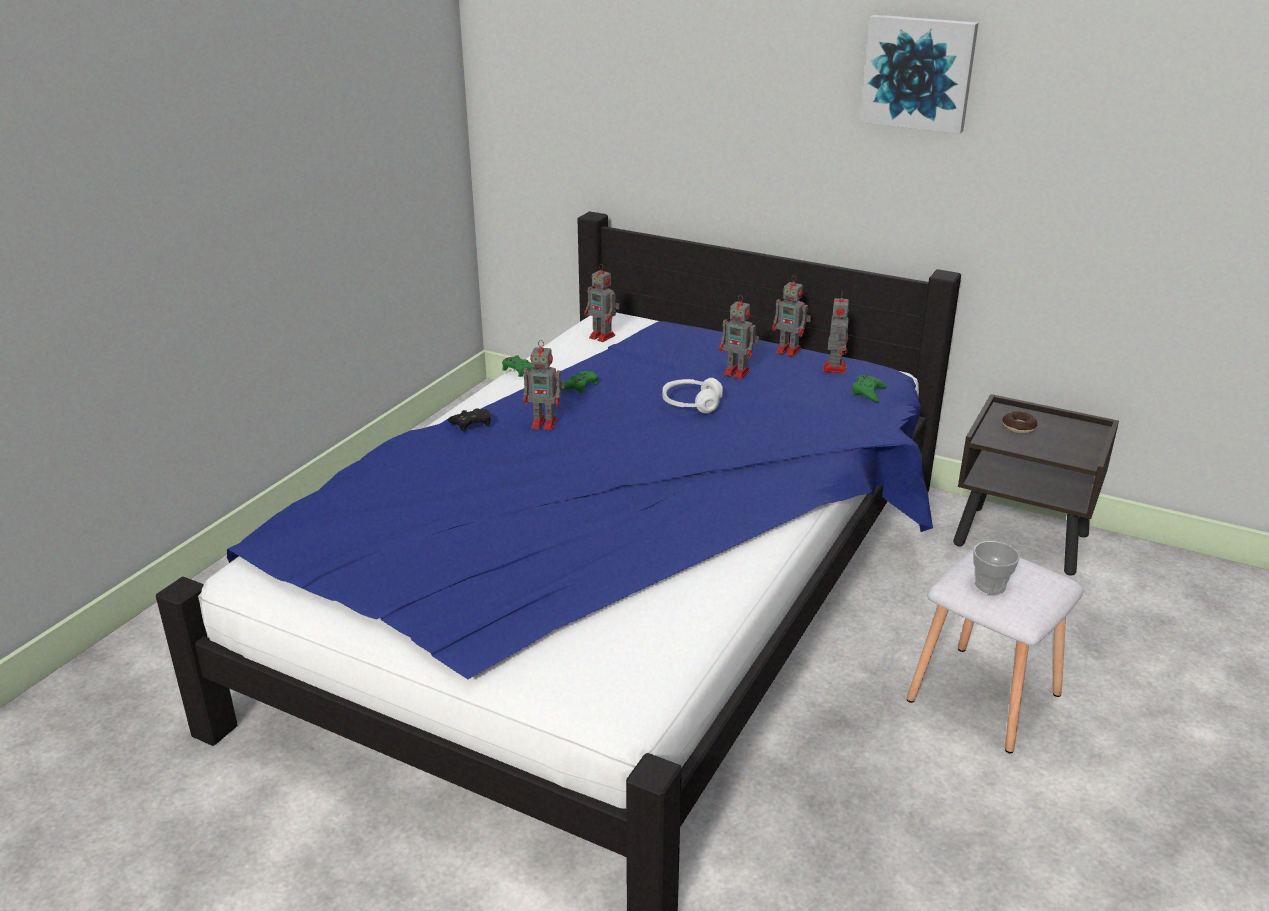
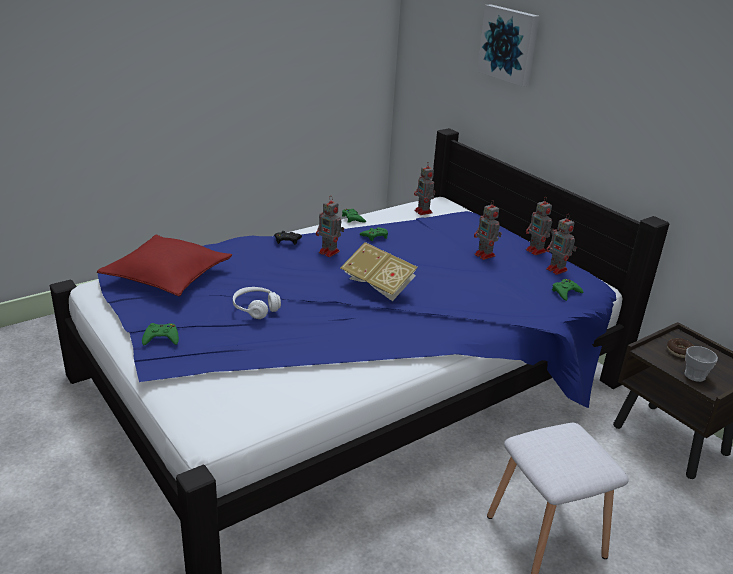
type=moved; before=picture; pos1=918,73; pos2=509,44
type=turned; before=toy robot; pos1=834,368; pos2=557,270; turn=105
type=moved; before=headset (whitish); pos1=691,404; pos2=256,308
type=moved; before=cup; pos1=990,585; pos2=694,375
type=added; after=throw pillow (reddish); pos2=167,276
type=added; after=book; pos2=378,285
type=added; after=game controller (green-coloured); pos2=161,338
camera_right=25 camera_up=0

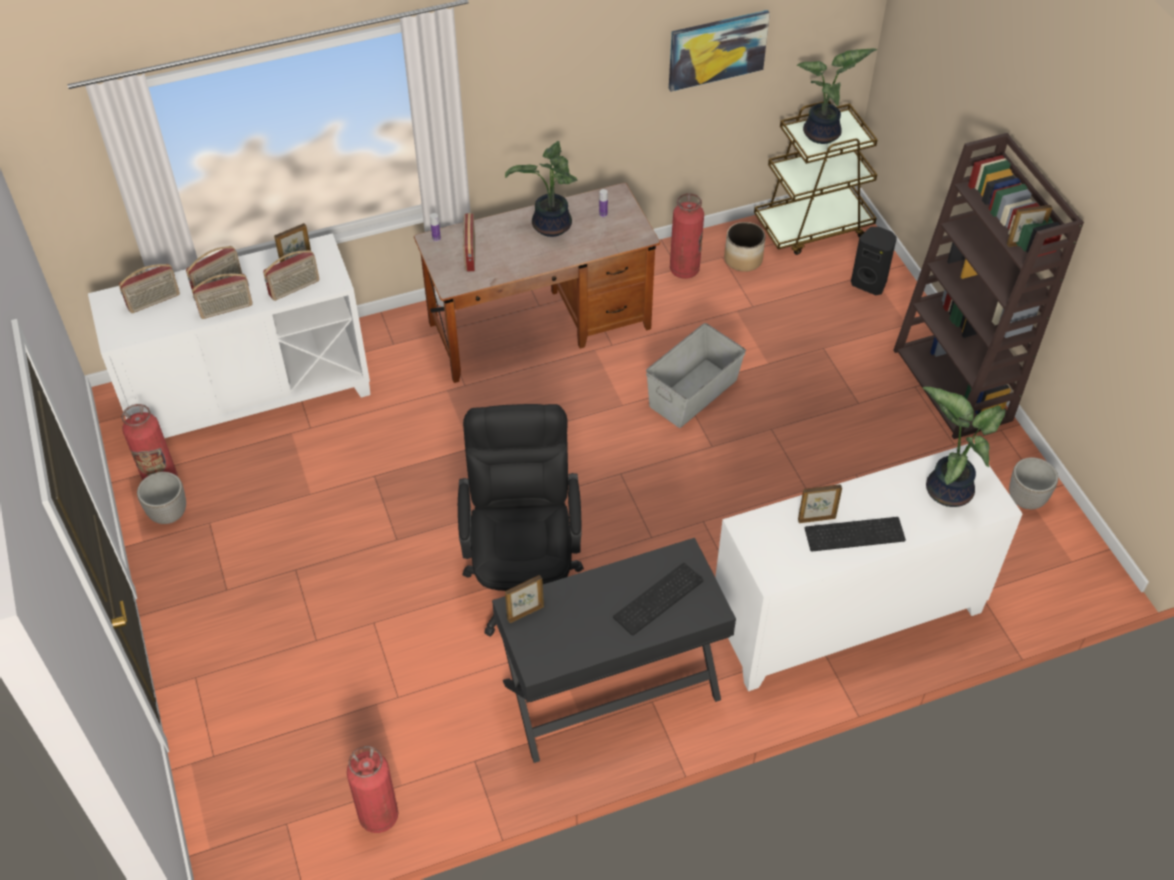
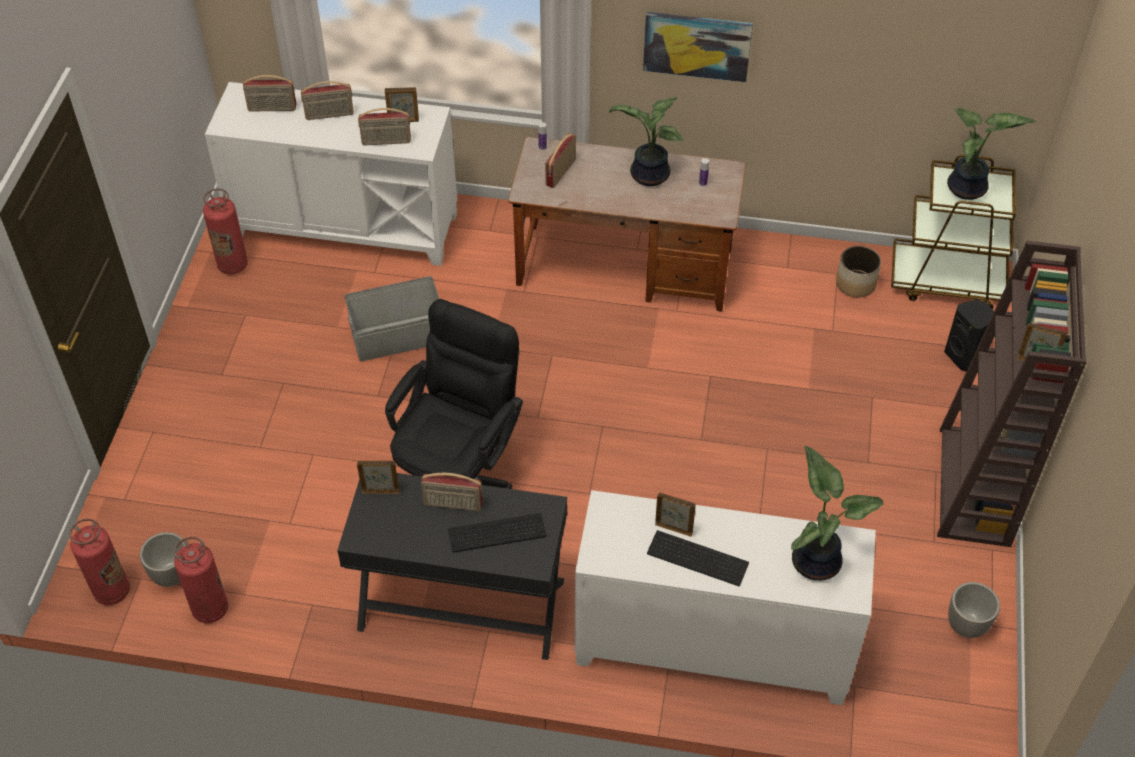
type=moved; before=picture; pos1=717,49; pos2=697,45
type=moved; before=extinguisher; pos1=684,270; pos2=112,591
type=moved; before=radio; pos1=226,309; pos2=453,504
type=moved; before=storage container (gray); pos1=694,393; pos2=398,337
type=moved; before=plant pot; pos1=169,514; pos2=172,576
camera_right=30 camera_up=0

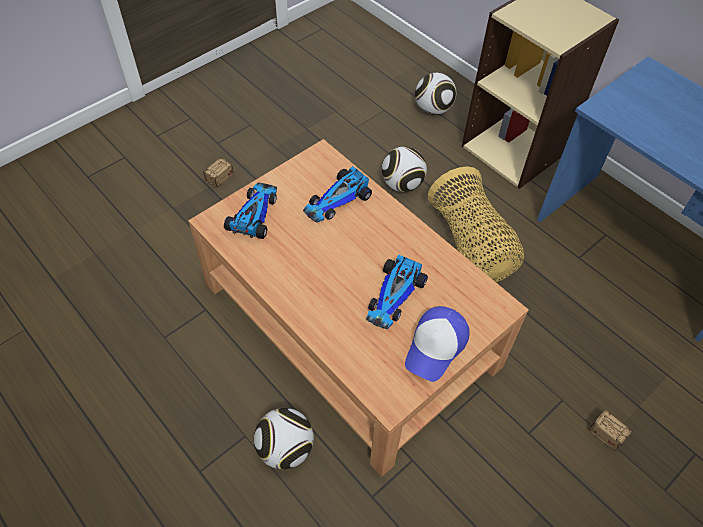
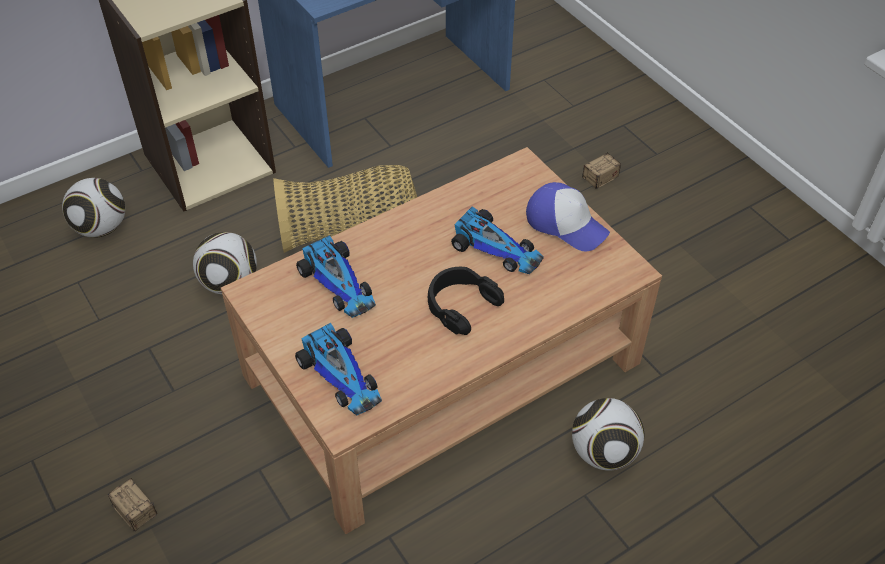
type=turned; before=miniature car; pos1=254,214; pos2=342,375; turn=-150
type=added; after=headset (black); pos2=461,305
camera_right=-80 camera_up=-5

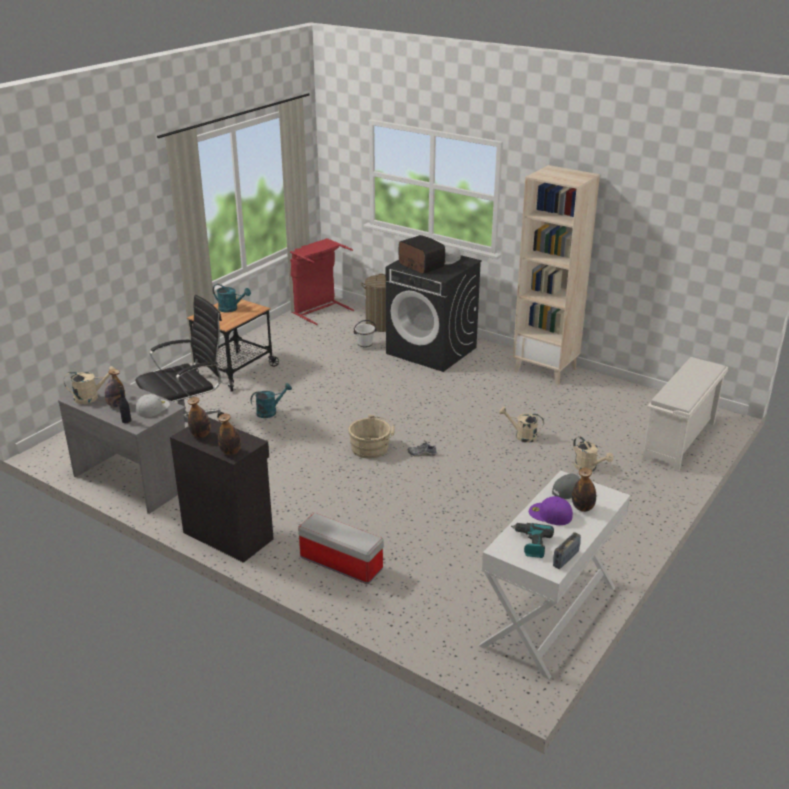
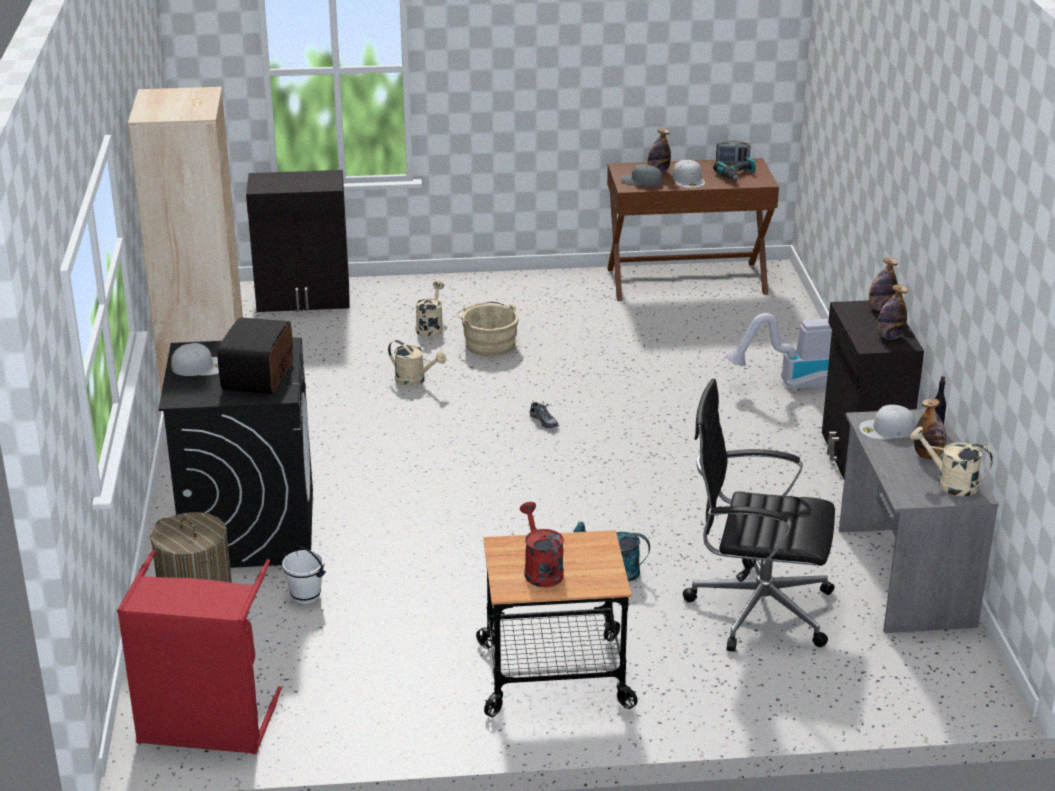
type=recoloured; before=sprinkling can (turquoise); after=sprinkling can (reddish); pos1=231,309; pos2=540,570
type=replaced; before=shoe rack (whitish); after=cupboard (black); pos1=679,441; pos2=304,300
type=turned; before=sprinkling can (beige); pos1=522,436; pos2=415,380; turn=-45
type=moved; before=water bucket (beige); pos1=372,448; pos2=488,343
type=recoloured; before=console table (whitish); after=console table (brown); pos1=550,616; pos2=686,281
type=recoloured; before=baseball cap (purple); after=baseball cap (whitish); pos1=549,514; pos2=688,179
type=replaced; before=storage container; after=vacuum; pos1=340,563; pos2=789,384
camera_right=-130 camera_up=0

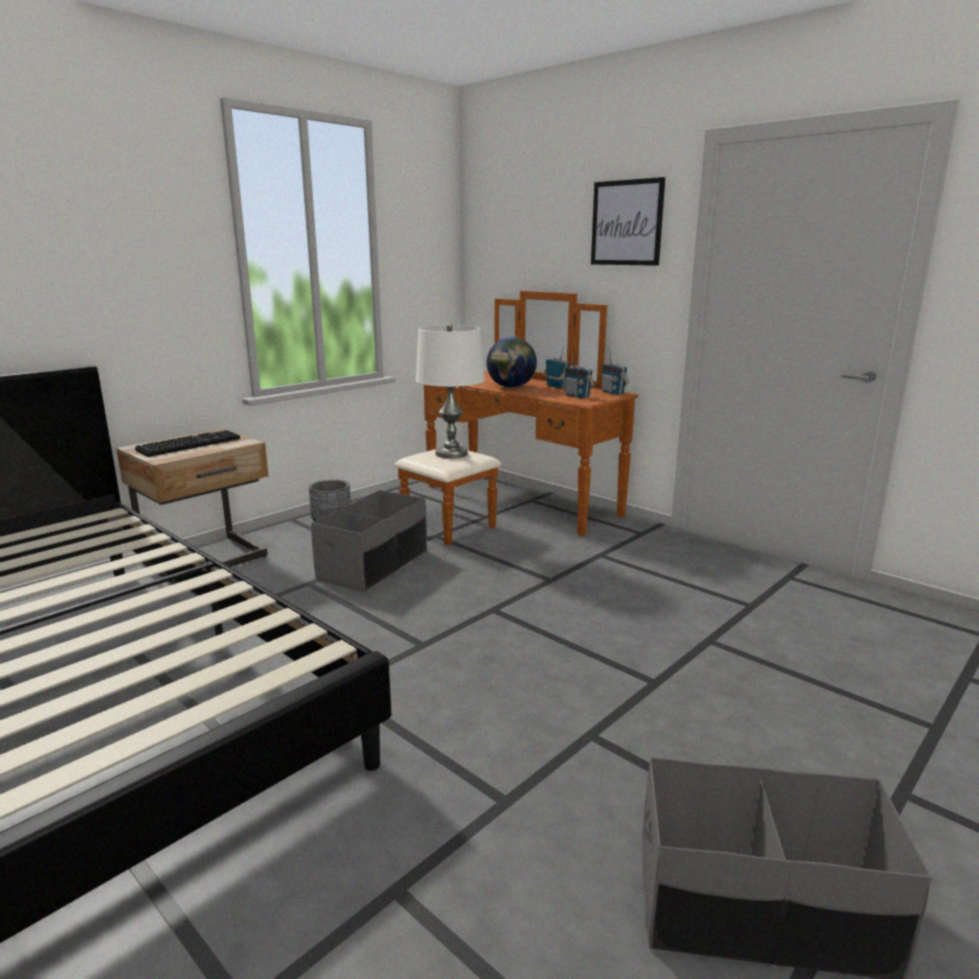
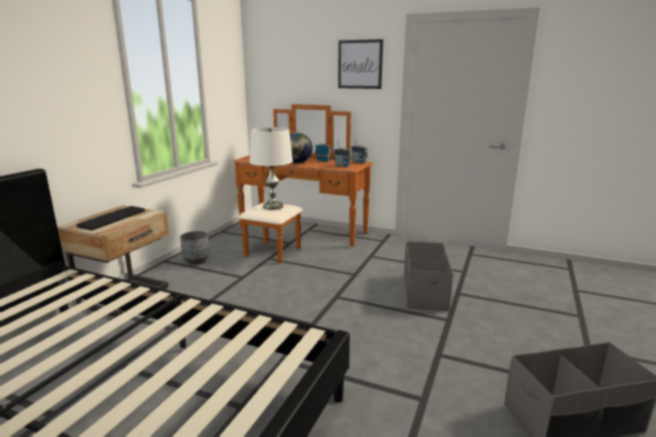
type=moved; before=storage container (gray); pos1=374,565; pos2=425,291
camera_right=-20 camera_up=0

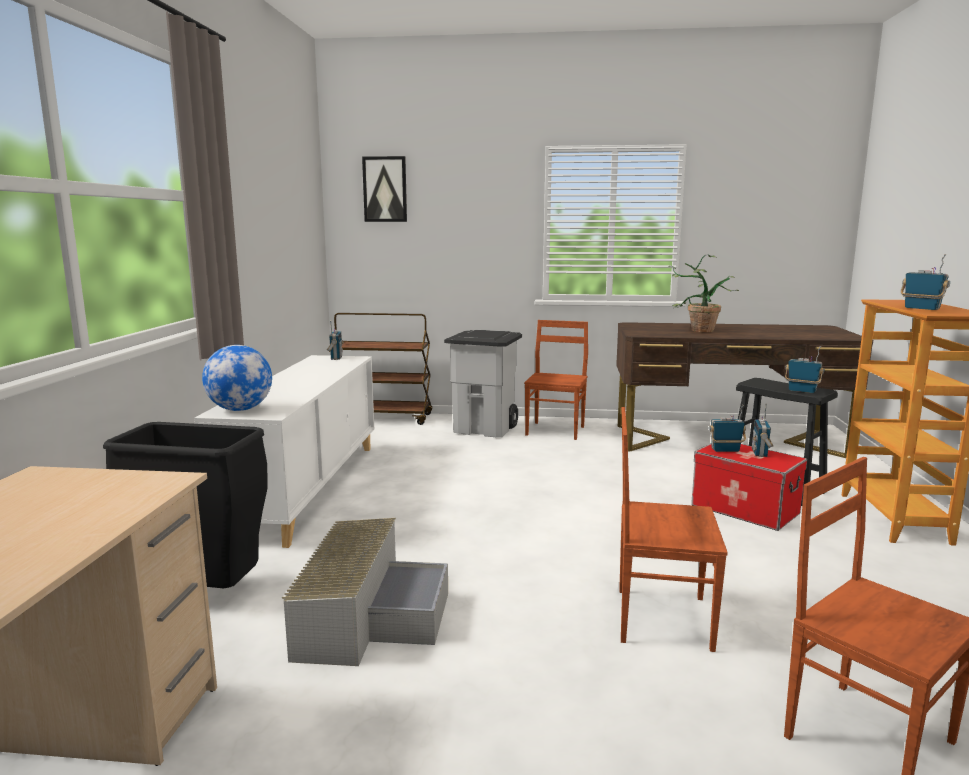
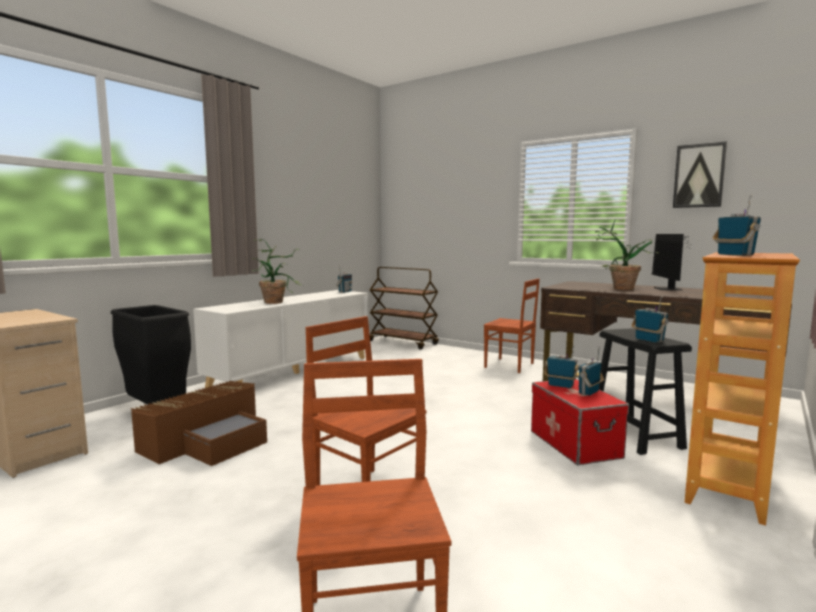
type=moved; before=picture; pos1=385,189; pos2=699,176
type=turned; before=plain chair (brown); pos1=556,430; pos2=509,366; turn=75
type=removed; before=trash can (gray); pos1=486,429
type=removed; before=desk globe; pos1=240,409
type=recoloured; before=storage container (gray); after=storage container (brown); pos1=368,614; pos2=209,441
type=added; after=monitor; pos2=668,289
type=added; after=potted plant; pos2=277,301
camera_right=30 camera_up=-5

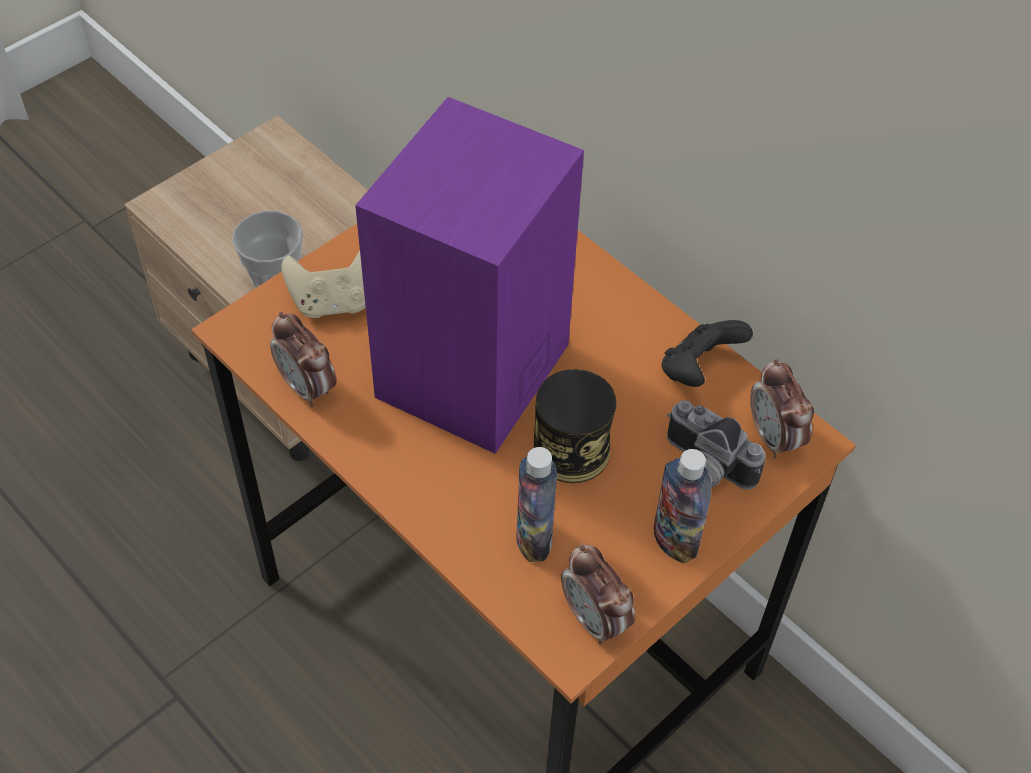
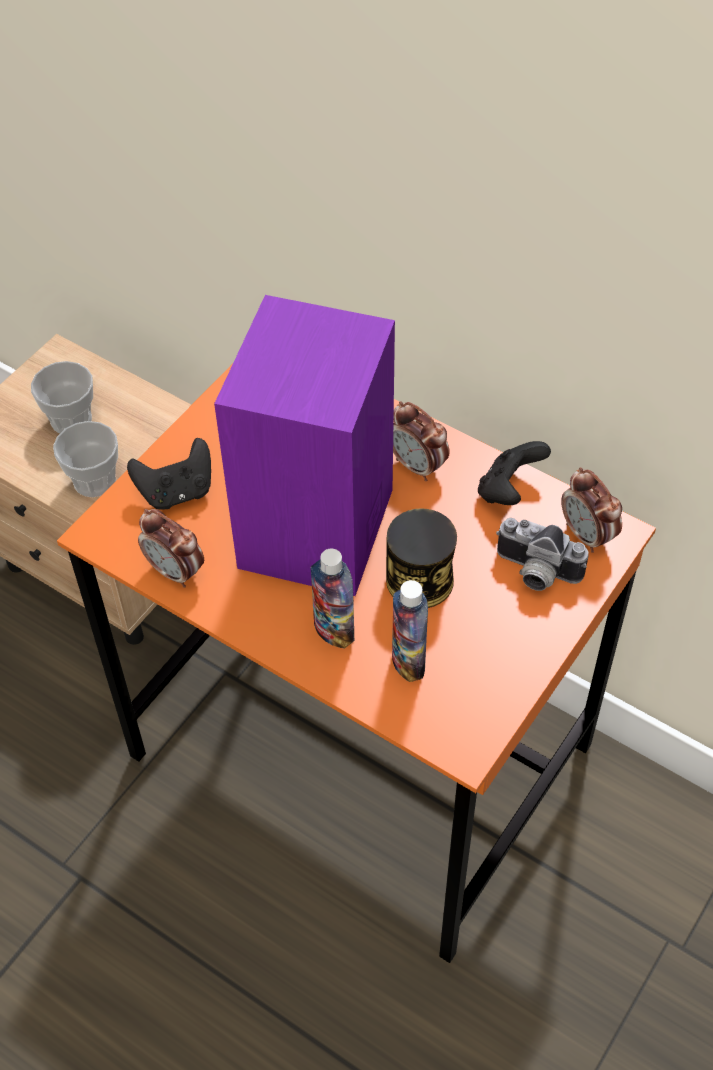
type=recoloured; before=game controller (beige); after=game controller (black); pos1=333,302; pos2=176,492
type=moved; before=bottle; pos1=675,540; pos2=334,631
type=moved; before=alarm clock; pos1=595,619; pos2=417,466
type=added; after=cup; pos2=71,420
camera_right=-10 camera_up=0

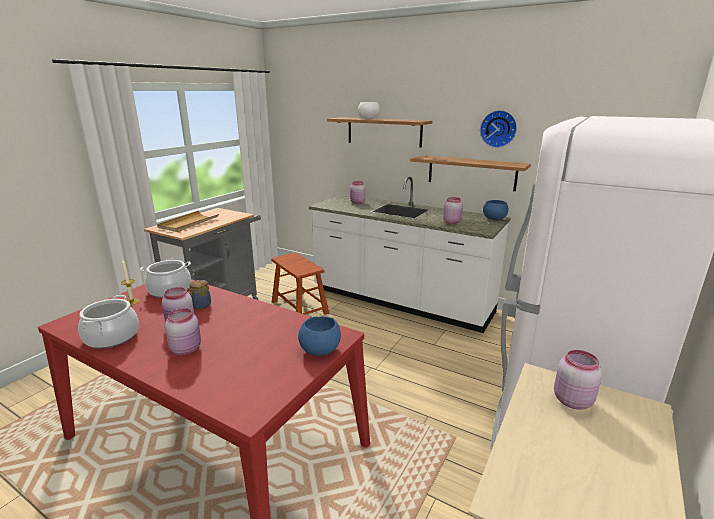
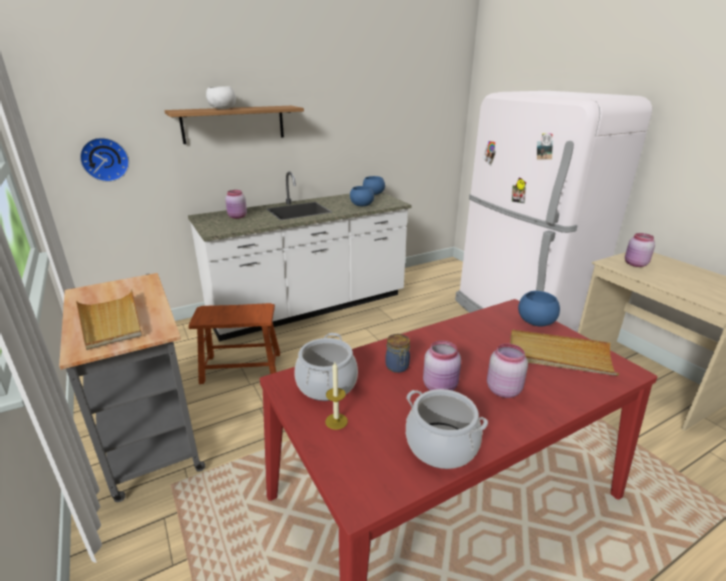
type=moved; before=clock on the wall; pos1=498,129; pos2=104,159
type=removed; before=wall shelf; pos1=471,172
type=replaced; before=preserve jar (pinkish); after=deep dish (blue); pos1=452,222; pos2=361,205
type=added; after=carrying tray (beige); pos2=558,355
camera_right=-60 camera_up=5

